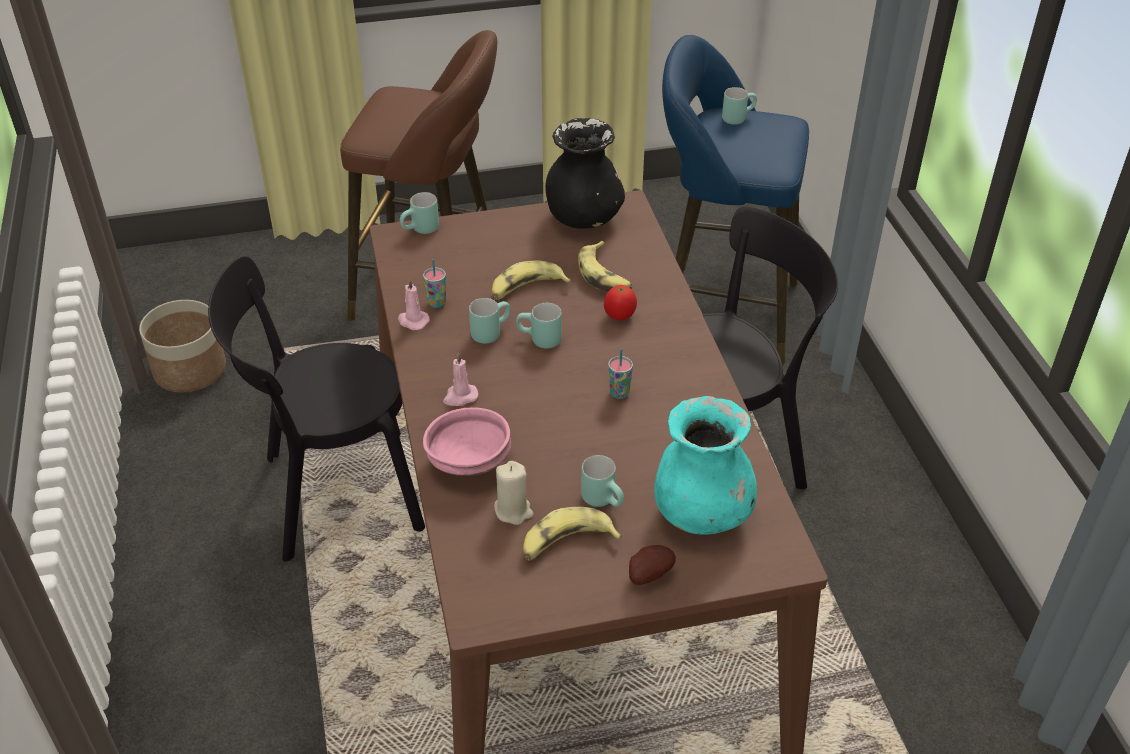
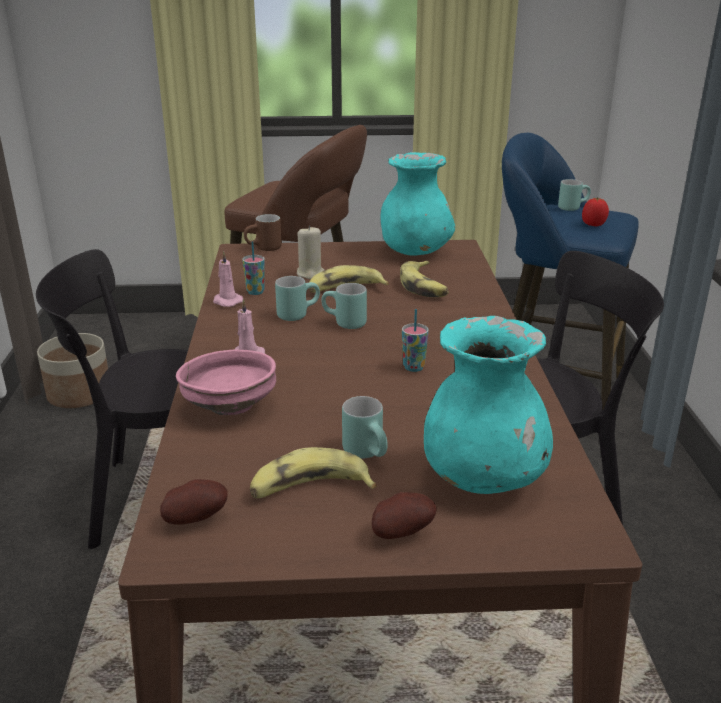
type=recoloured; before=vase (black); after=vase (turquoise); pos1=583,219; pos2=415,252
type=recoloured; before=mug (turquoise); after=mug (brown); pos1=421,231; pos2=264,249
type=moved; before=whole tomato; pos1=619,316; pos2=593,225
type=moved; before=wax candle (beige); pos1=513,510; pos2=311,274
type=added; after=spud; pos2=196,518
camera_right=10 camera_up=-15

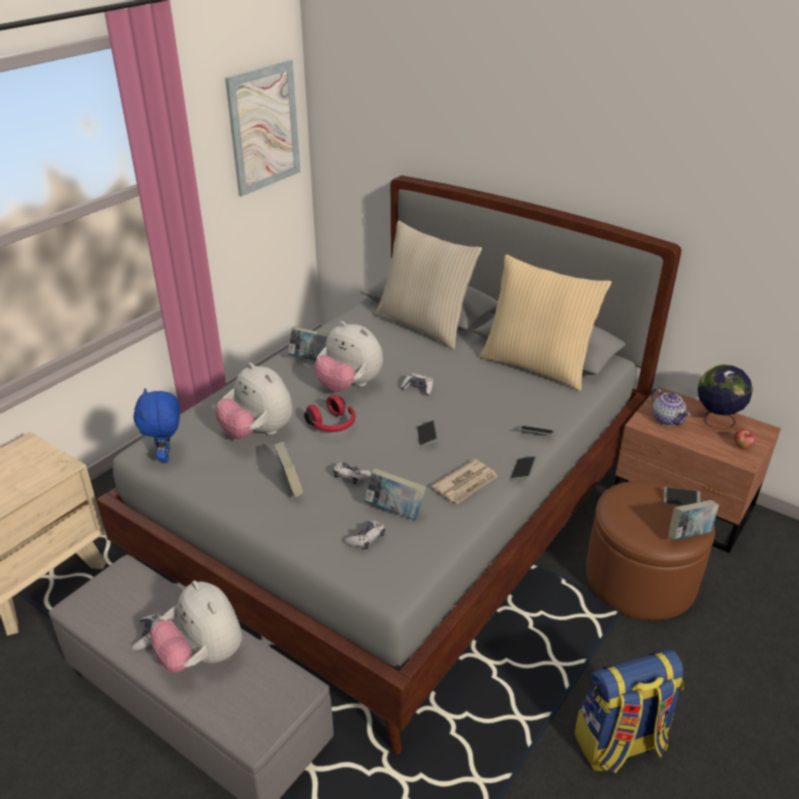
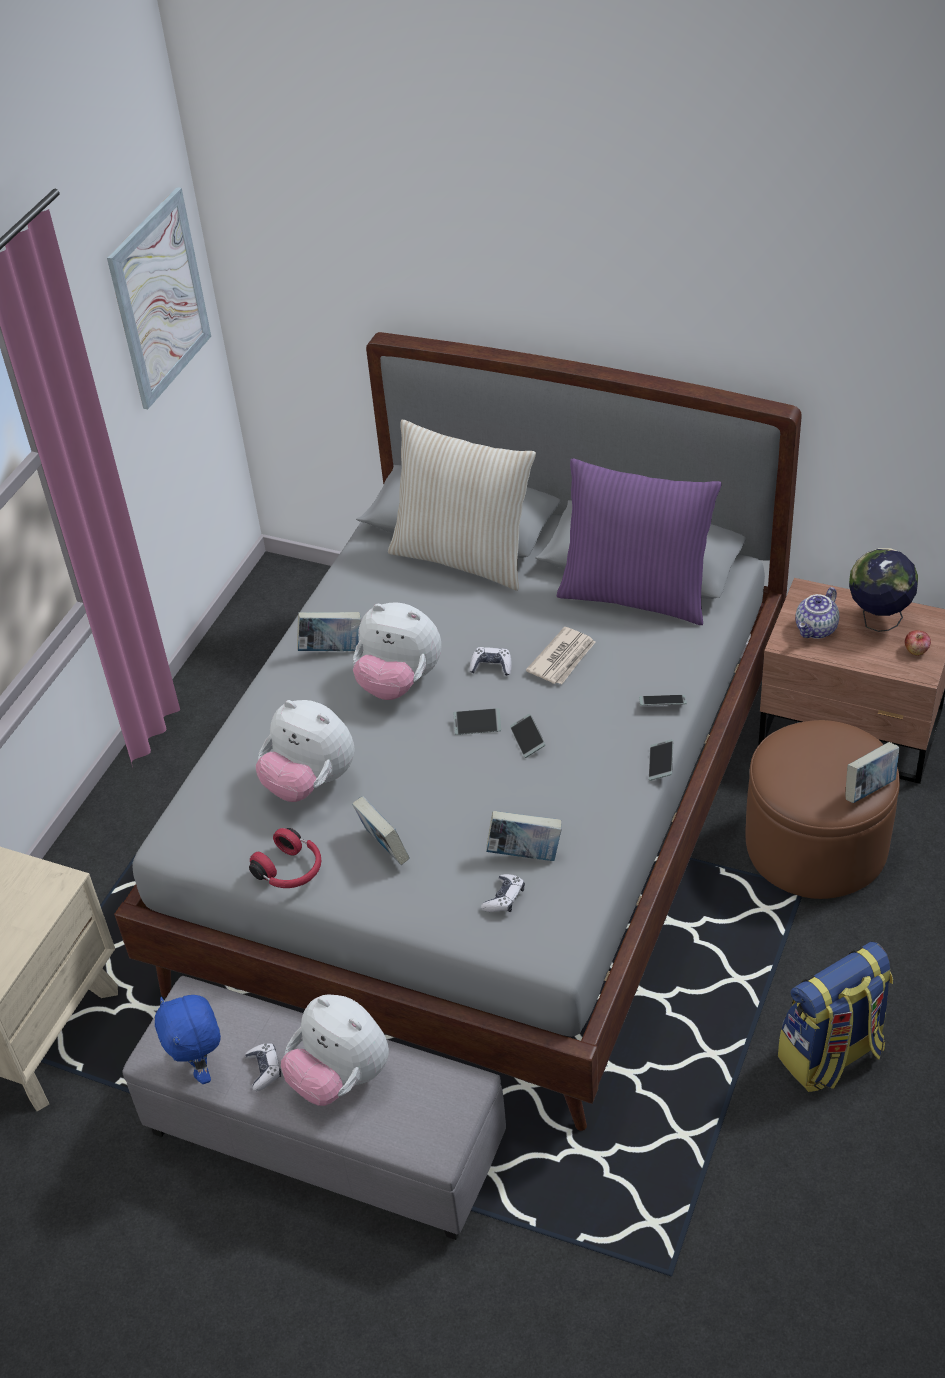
type=recoloured; before=throw pillow (beige); after=throw pillow (purple); pos1=537,365; pos2=636,594
type=moved; before=cuddly toy (blue); pos1=166,456; pos2=201,1068
type=turned; before=teapot; pos1=667,419; pos2=816,630; turn=75
type=moved; before=headset (reddish); pos1=332,425; pos2=290,871
type=moved; before=printed paper; pos1=466,484; pos2=563,658
type=removed; before=game controller; pos1=350,476
type=moved; before=phone; pos1=681,500; pos2=477,725
camera_right=-10 camera_up=10

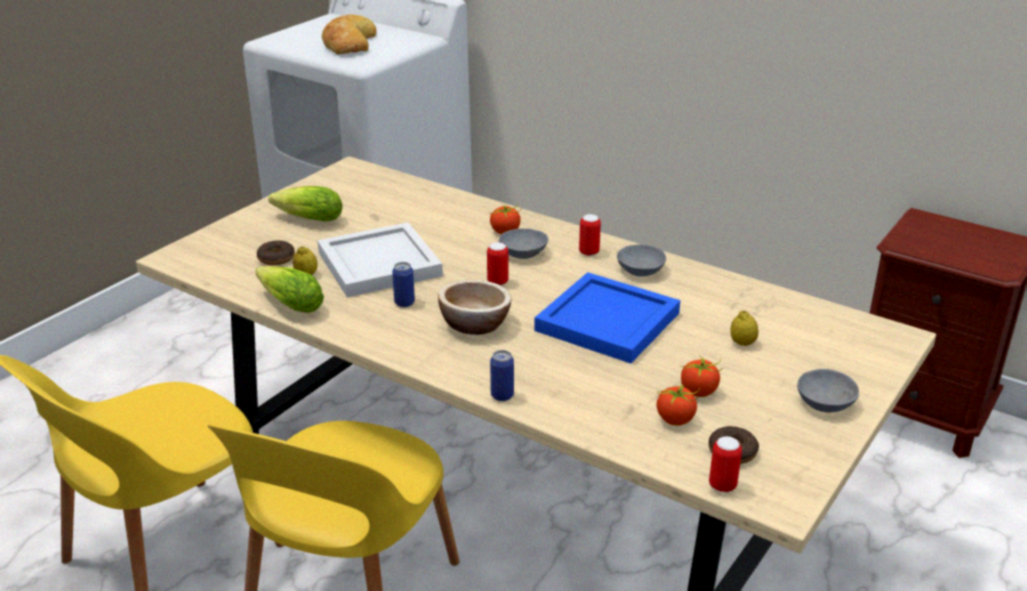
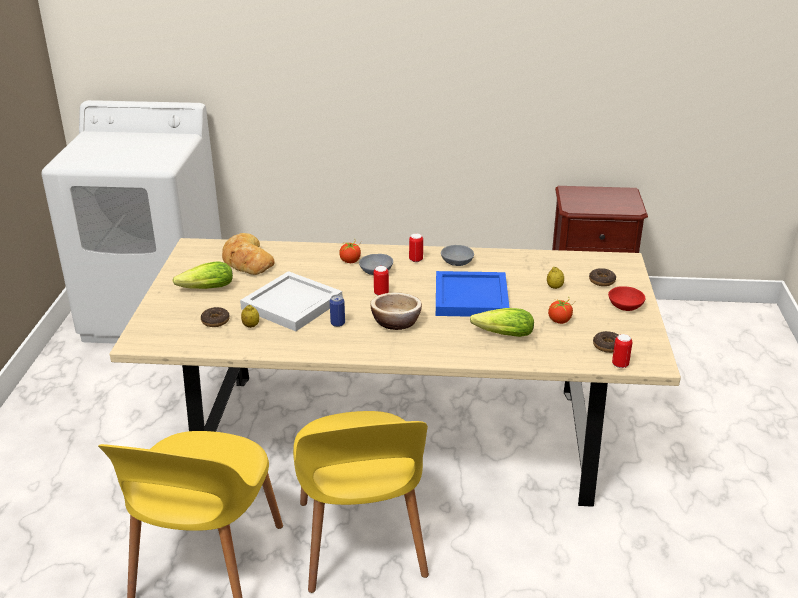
type=moved; before=bakery bread; pos1=348,43; pos2=246,260
type=moved; before=lettuce head; pos1=288,303; pos2=500,335
type=removed; before=metal can; pos1=502,395
type=recoloured; before=deep dish (gray); after=deep dish (reddish); pos1=823,401; pos2=624,305
type=removed; before=whole tomato; pos1=675,419
type=added; after=donut; pos2=602,281
camera_right=-30 camera_up=0

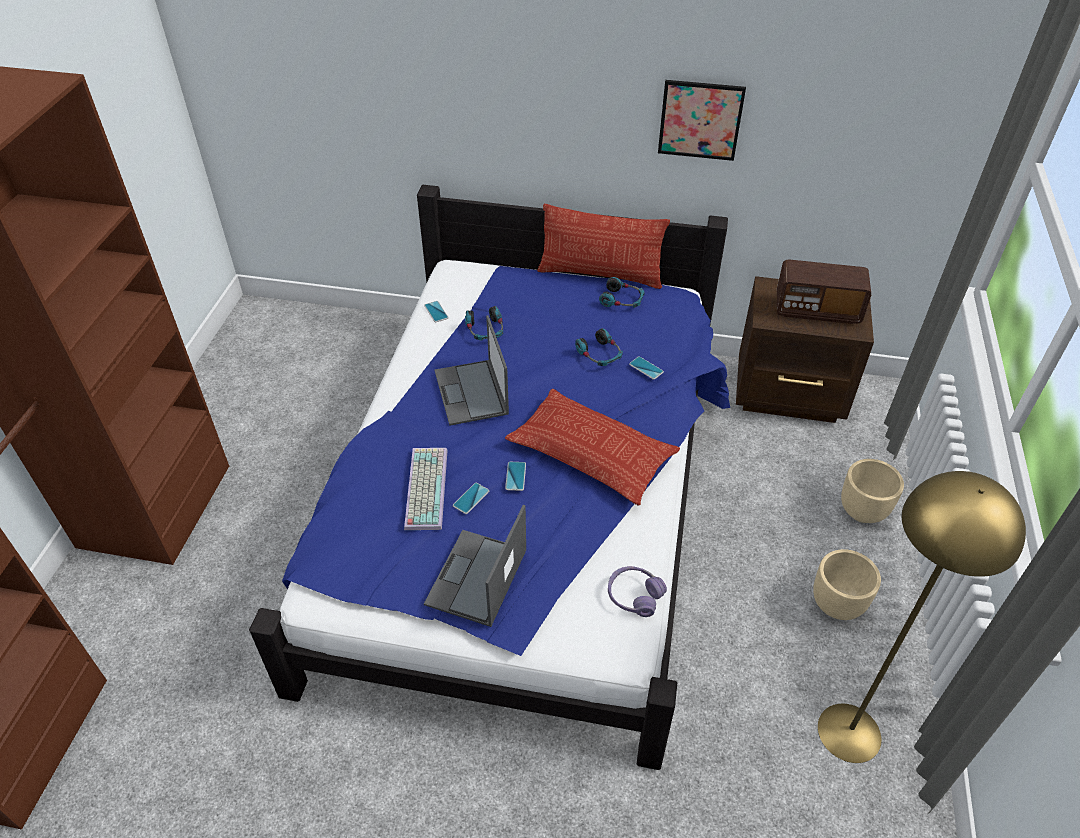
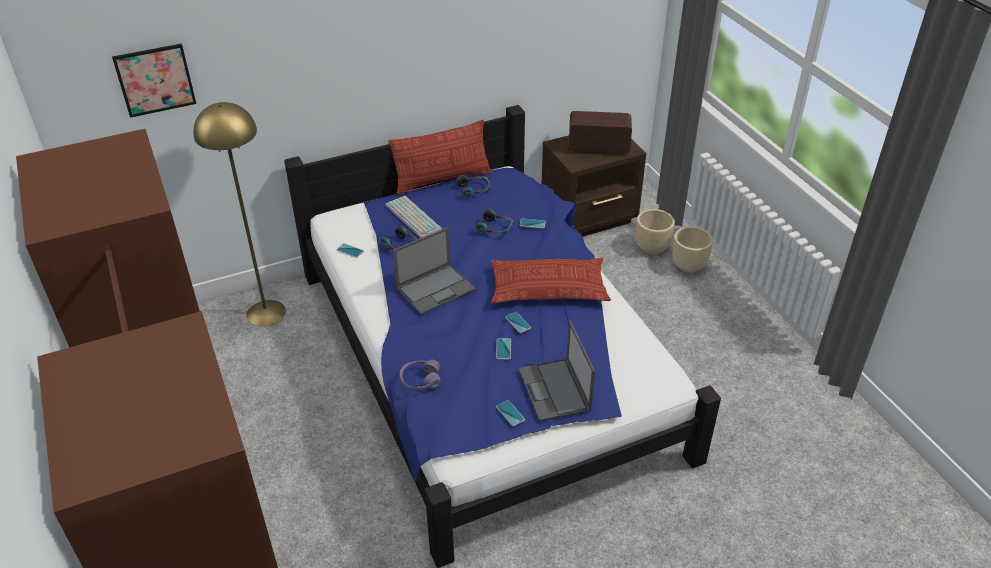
type=moved; before=picture; pos1=700,120; pos2=155,80
type=turned; before=radio; pos1=817,310; pos2=598,147; turn=-150
type=turned; before=notebook computer; pos1=471,393; pos2=436,288; turn=-75
type=moved; before=keyboard; pos1=424,487; pos2=411,217
type=moved; before=standing lamp (yellowish); pos1=849,732; pos2=266,312
type=moved; before=plant pot (beige); pos1=836,605; pos2=651,248
type=moved; before=headset (purple); pos1=634,596; pos2=420,380
type=added; after=phone; pos2=510,413
camera_right=-35 camera_up=-5

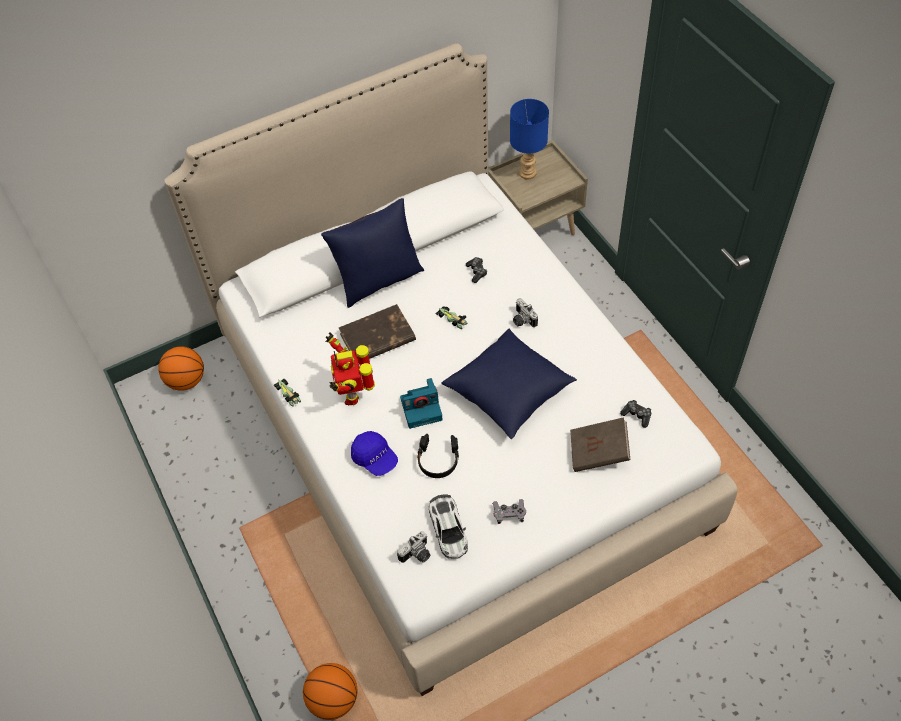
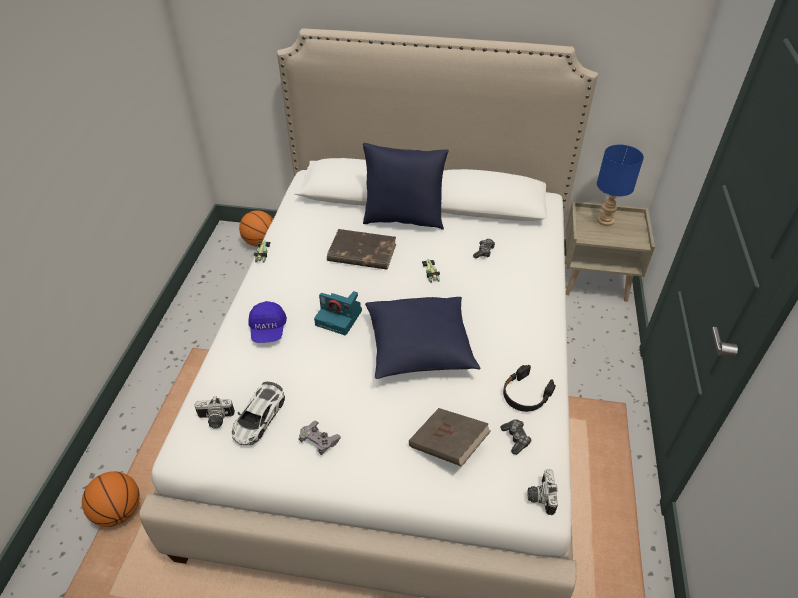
type=moved; before=still camera; pos1=522,320; pos2=540,496
type=removed; before=toy robot; pos1=353,393
type=moved; before=headset (black); pos1=438,459; pos2=525,394
camera_right=35 camera_up=-10

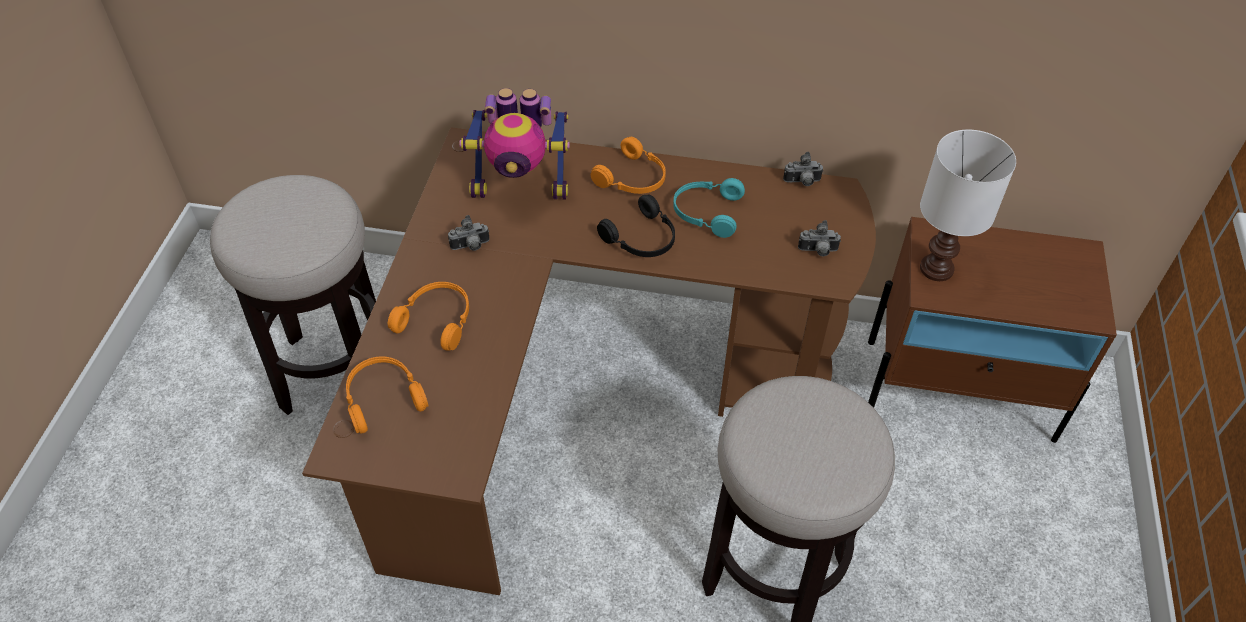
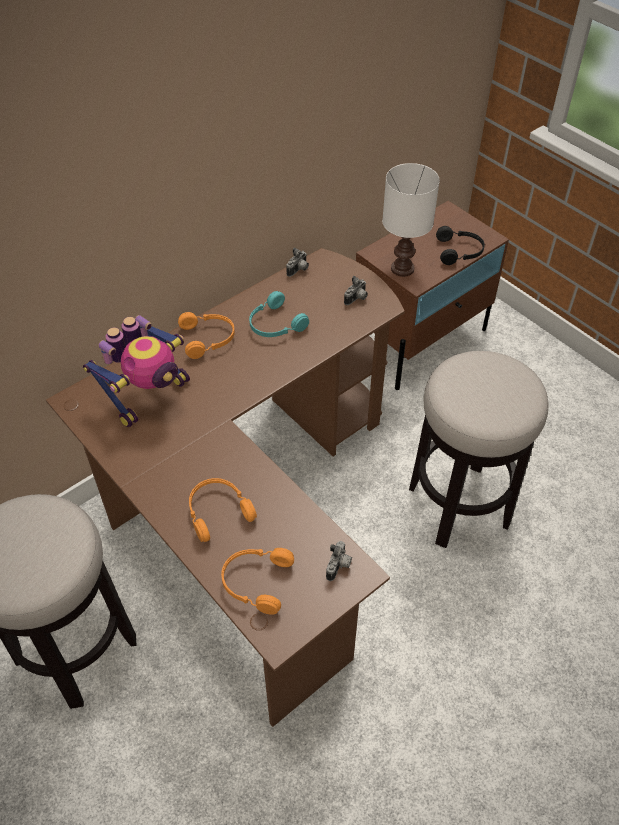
type=moved; before=headset (black); pos1=642,239; pos2=459,251
type=moved; before=still camera; pos1=471,246; pos2=339,566
camera_right=-50 camera_up=0

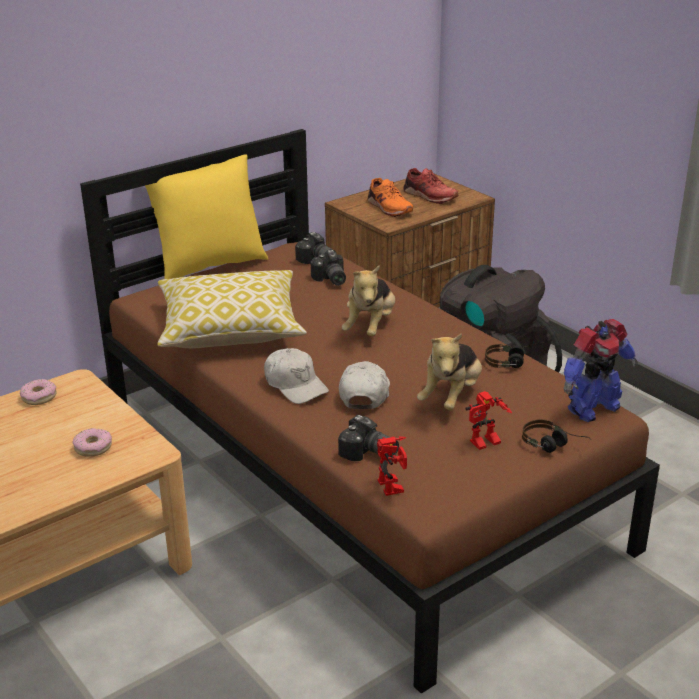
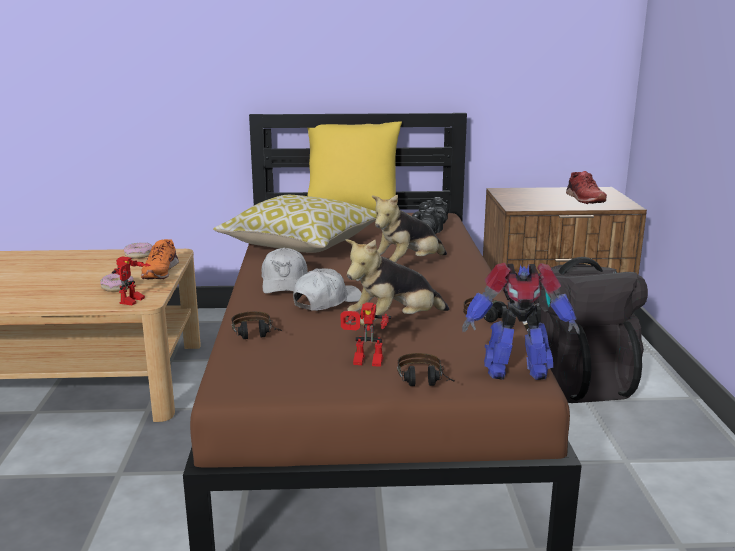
type=moved; before=shoe (orange); pos1=388,208; pos2=160,271
type=replaced; before=still camera; after=headset; pos1=368,453; pos2=256,336
type=moved; before=toy robot; pos1=395,486; pos2=134,301
camera_right=35 camera_up=-10

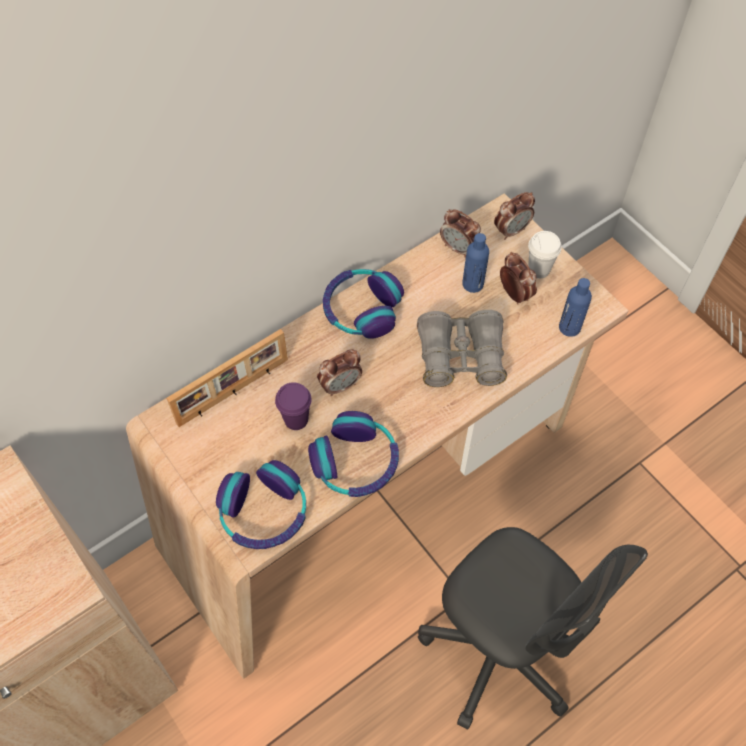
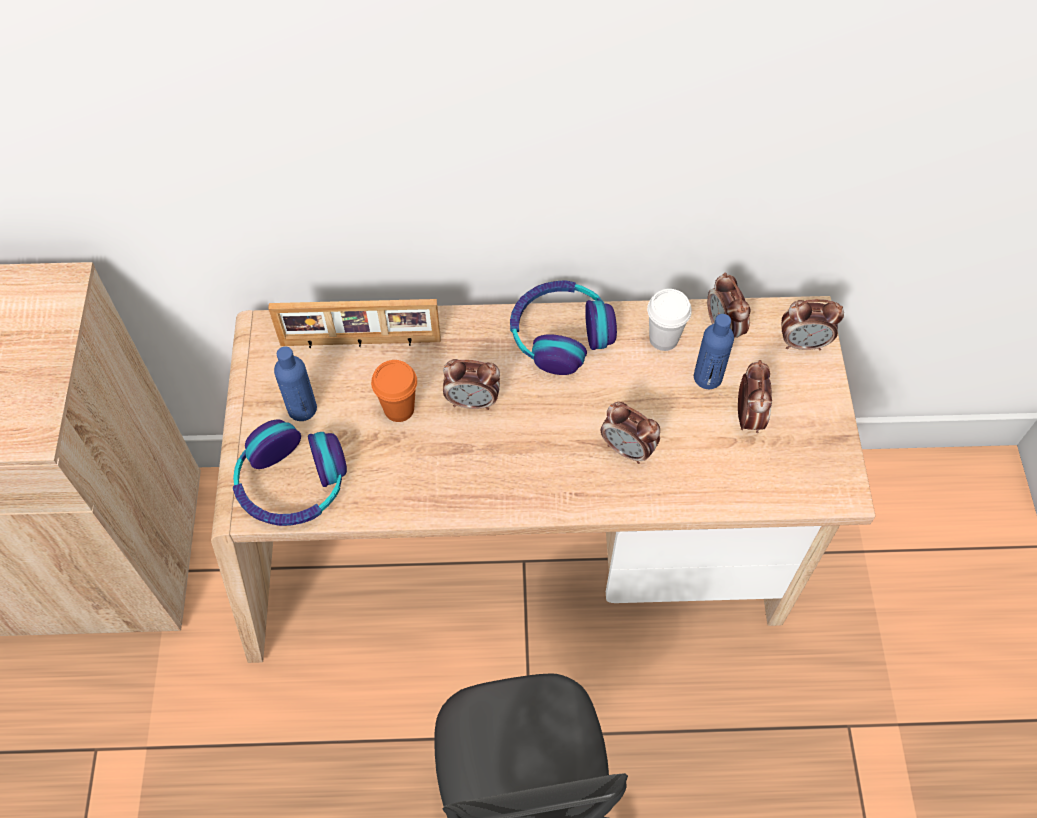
type=moved; before=cup (whitish); pos1=539,269; pos2=663,339
type=moved; before=bottle (blue); pos1=569,327; pos2=302,409
type=replaced; before=field glasses (gray); after=alarm clock; pos1=460,357; pos2=627,449
type=recoloured; before=cup (purple); after=cup (orange); pos1=296,419; pos2=399,409
type=removed; before=headset; pos1=355,462
camera_right=35 camera_up=0

